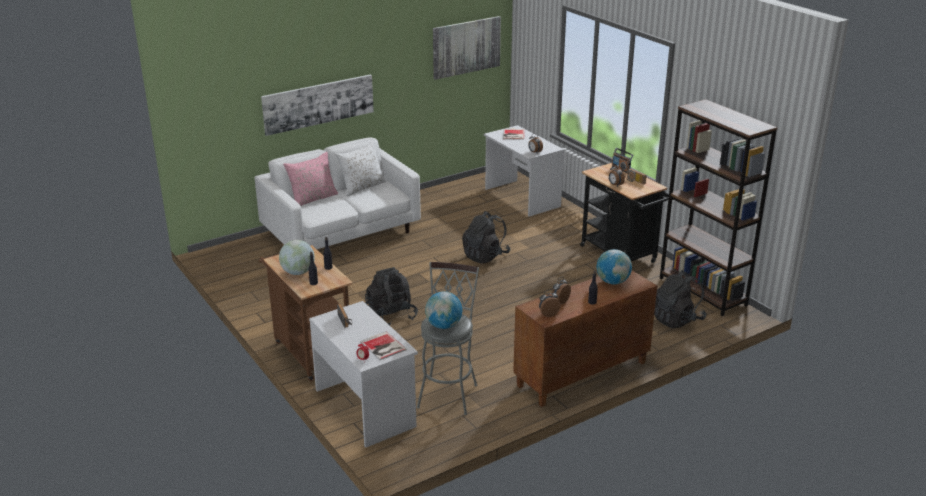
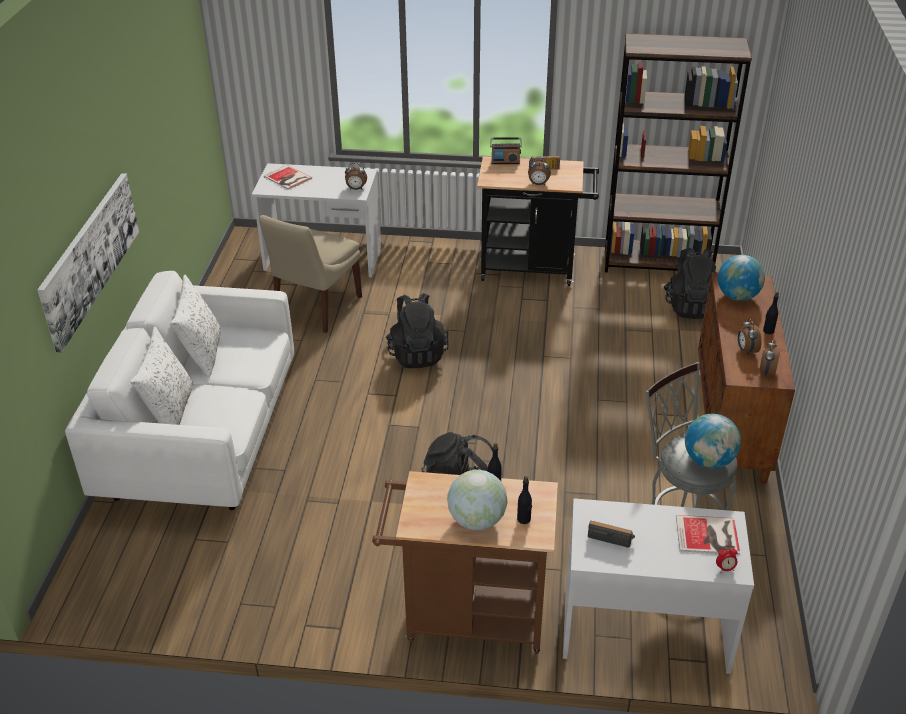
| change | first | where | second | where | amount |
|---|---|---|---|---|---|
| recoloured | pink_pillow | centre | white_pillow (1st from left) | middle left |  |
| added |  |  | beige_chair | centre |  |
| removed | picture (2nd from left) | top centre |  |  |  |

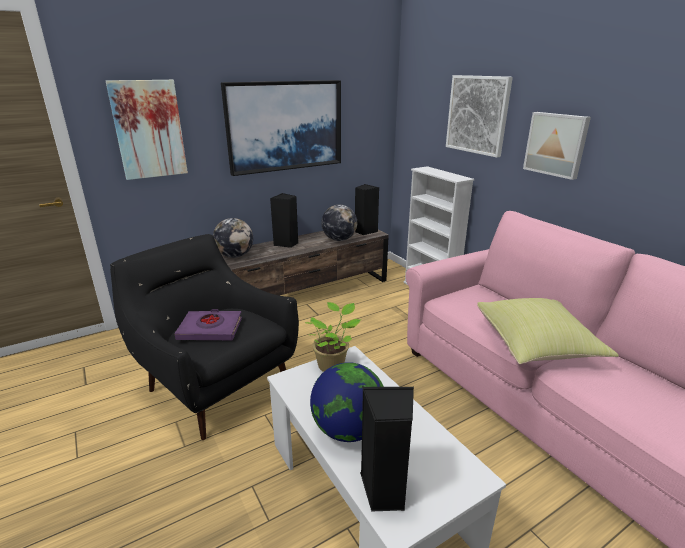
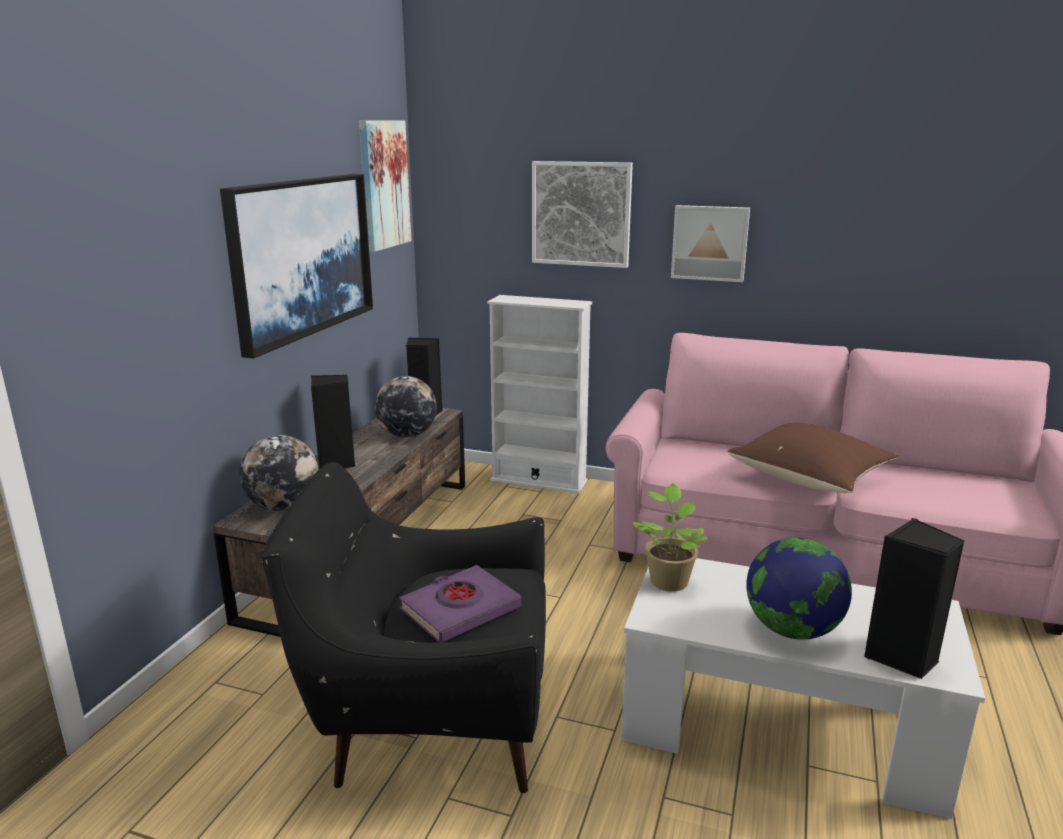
| change | first | where | second | where | amount |
|---|---|---|---|---|---|
| moved | picture (1st from left in the first image) | top left | picture (2nd from left) | top centre |  |
| recoloured | yellow_pillow | middle right | brown_pillow | middle right |  |

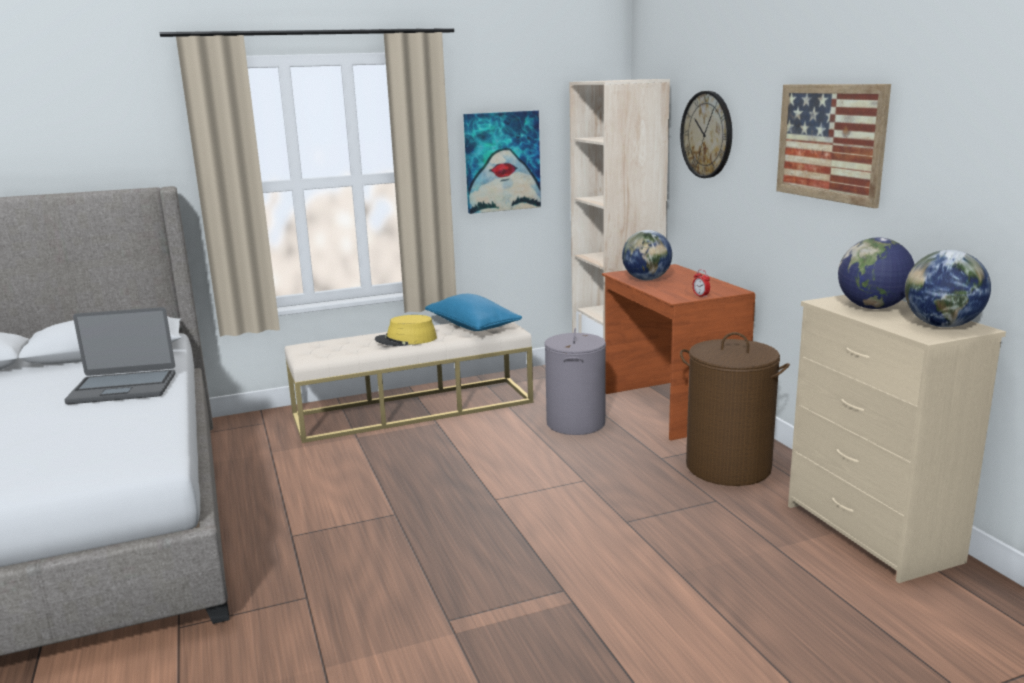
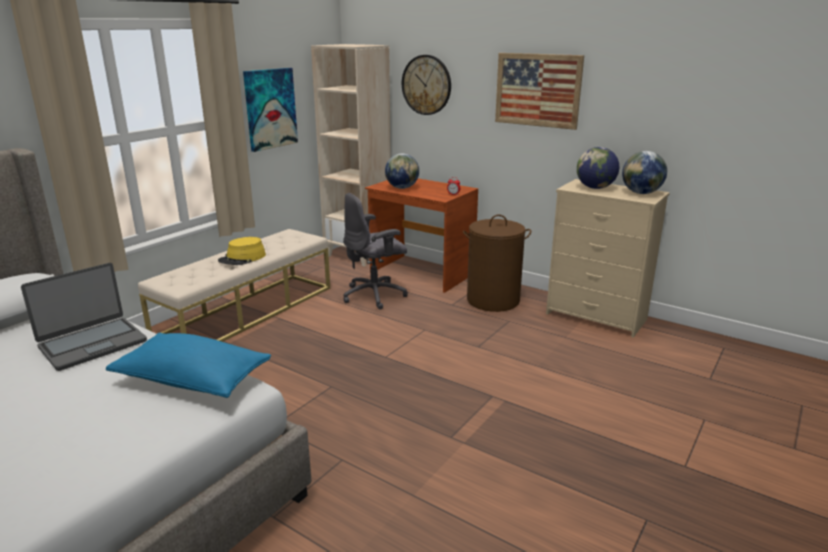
| change | first | where | second | where | amount |
|---|---|---|---|---|---|
| moved | blue_pillow | centre |  | middle left |  |
| replaced | grey_laundry_basket | centre | grey_office_chair | centre |  |

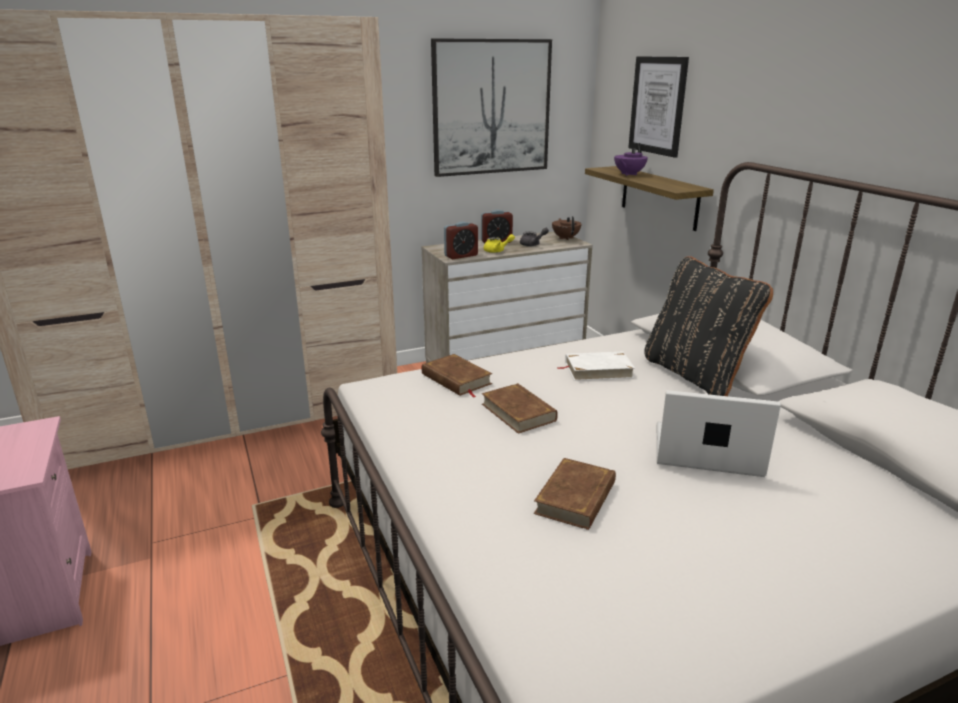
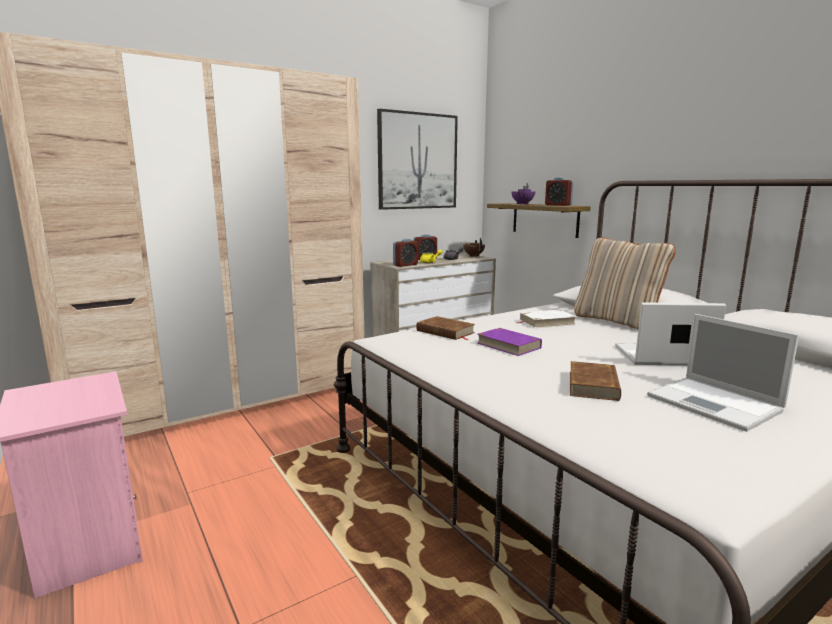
| change | first | where | second | where | amount |
|---|---|---|---|---|---|
| recoloured | brown_book (2nd from left) | centre | purple_book | centre |  |
| added |  |  | alarm_clock (3rd from left) | top right |  |
| recoloured | black_pillow | middle right | beige_pillow | middle right |  |
| added |  |  | laptop (2nd from left) | middle right |  |
| removed | picture (2nd from left) | top right |  |  |  |

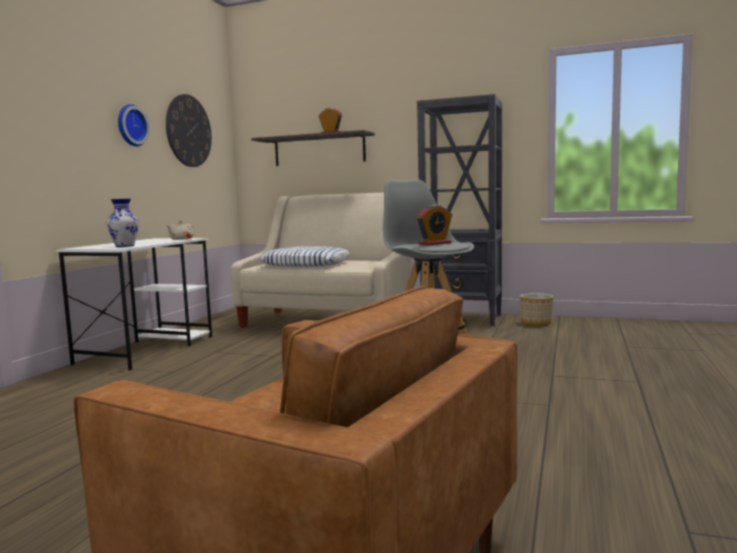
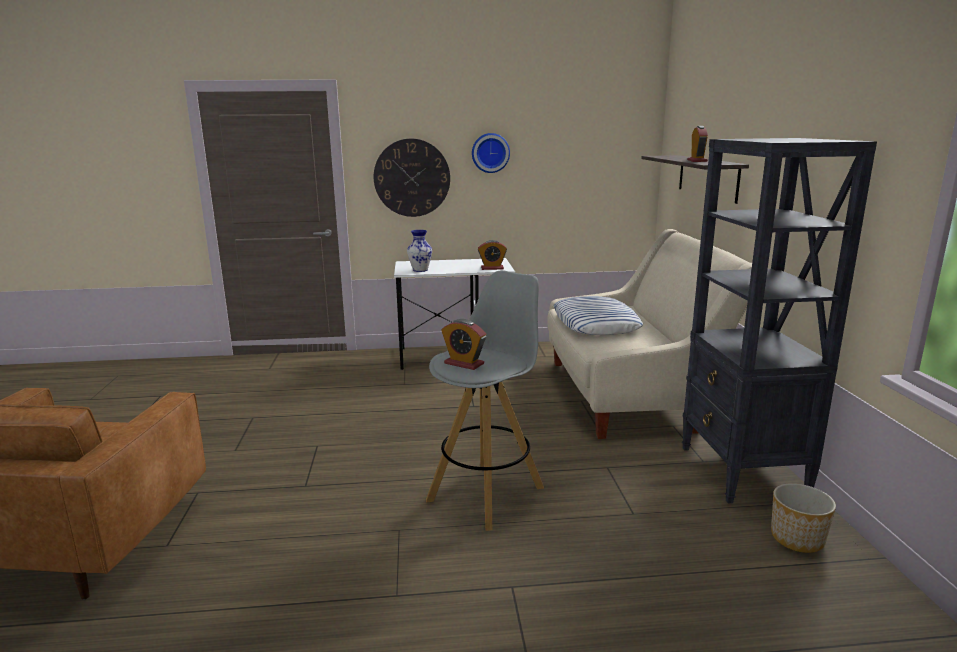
| change | first | where | second | where | amount |
|---|---|---|---|---|---|
| moved | wall_clock (2nd from left in the first image) | top left | wall_clock (1st from left) | top centre |  |
| replaced | beige_teapot | middle left | alarm_clock (2nd from left) | centre |  |

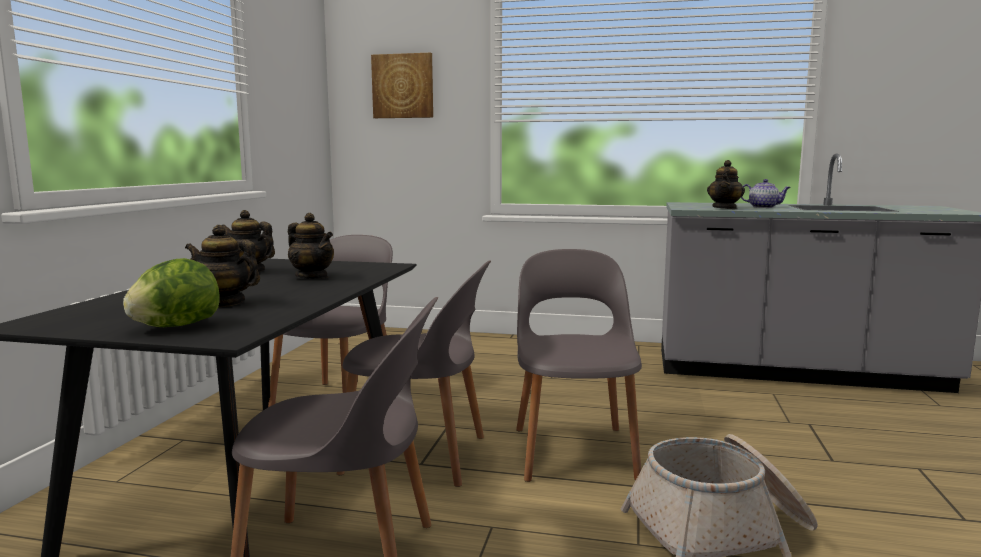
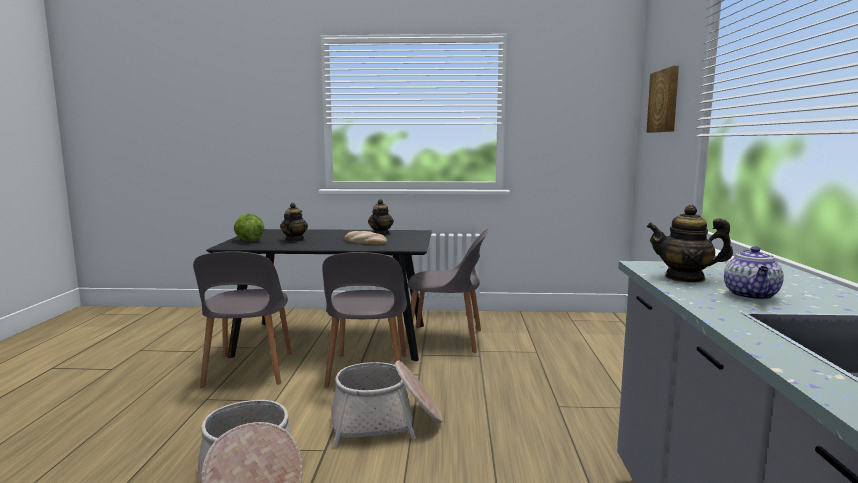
| change | first | where | second | where | amount |
|---|---|---|---|---|---|
| replaced | grey_chair (4th from left) | centre | basket (2nd from left) | bottom centre |  |
| replaced | teapot (3rd from left) | middle left | bread | centre |  |

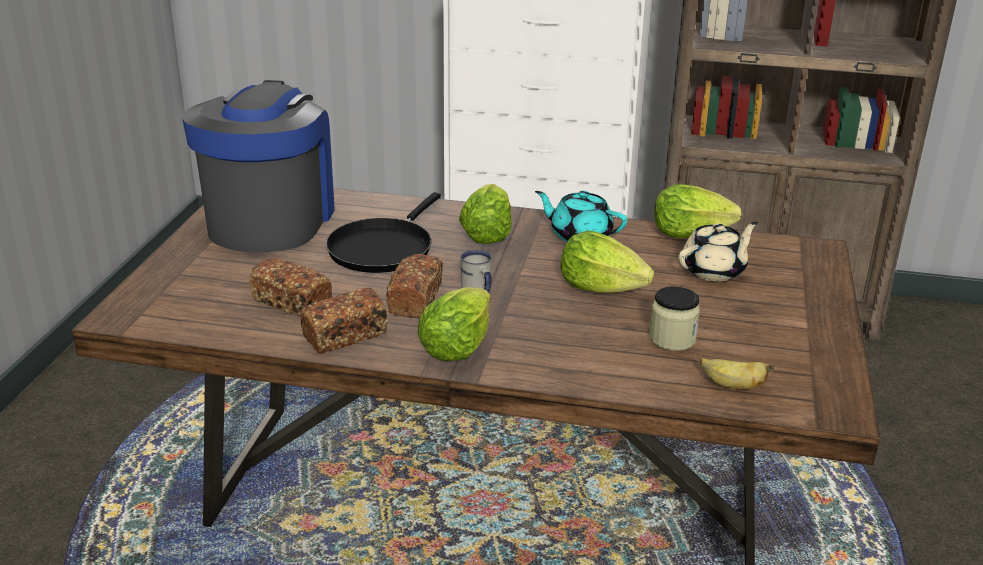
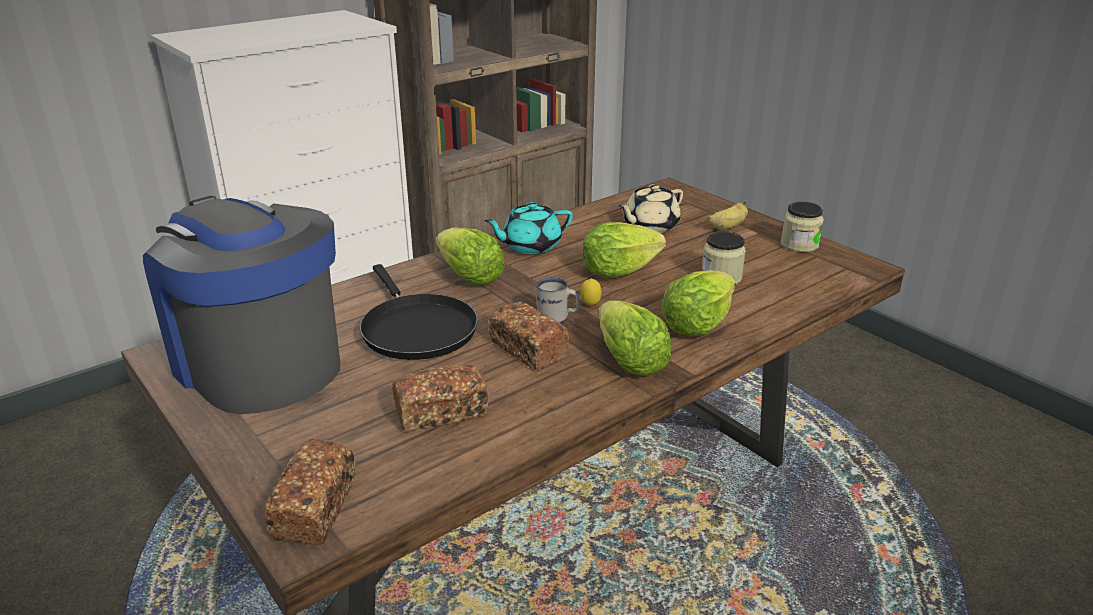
| change | first | where | second | where | amount |
|---|---|---|---|---|---|
| moved | bread (2nd from left in the first image) | centre | bread (1st from left) | bottom left |  |
| added |  |  | lemon | centre |  |
| turned | beige_teapot | middle right |  | centre | 135 degrees counterclockwise |
| moved | lettuce (4th from left) | middle right |  | centre |  |
| moved | banana | middle right |  | centre |  |
| added |  |  | jar (2nd from left) | middle right |  |

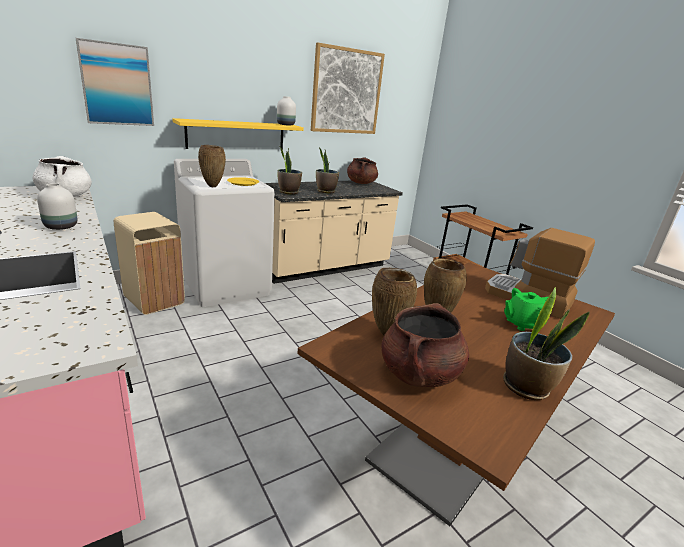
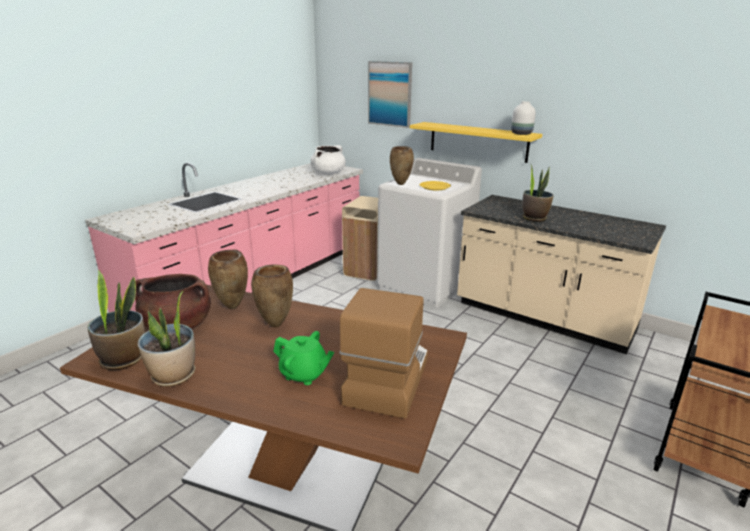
| change | first | where | second | where | amount |
|---|---|---|---|---|---|
| moved | potted_plant (1st from left) | top centre |  | middle left |  |
| turned | green_teapot | middle right |  | bottom centre | 150 degrees clockwise |
| removed | white_vase (1st from left) | middle left |  |  |  |
| removed | picture (2nd from left) | top centre |  |  |  |
| removed | brown_cooking_pot (1st from left) | top centre |  |  |  |

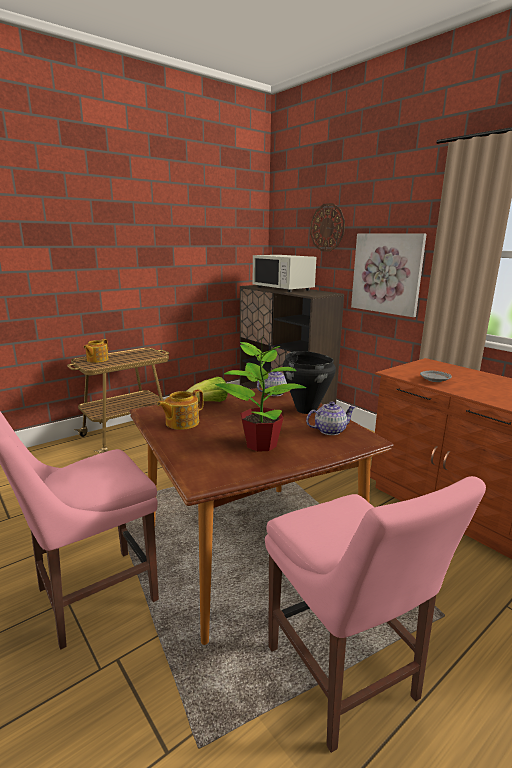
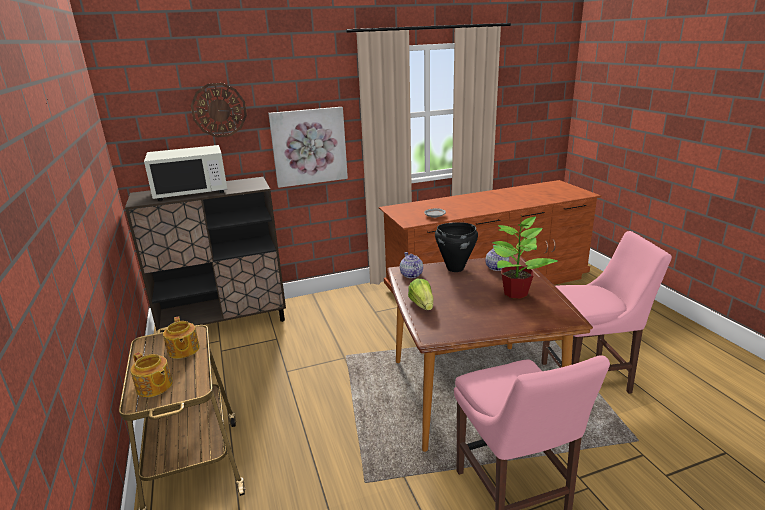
| change | first | where | second | where | amount |
|---|---|---|---|---|---|
| moved | teapot (2nd from left) | centre |  | middle left |  |

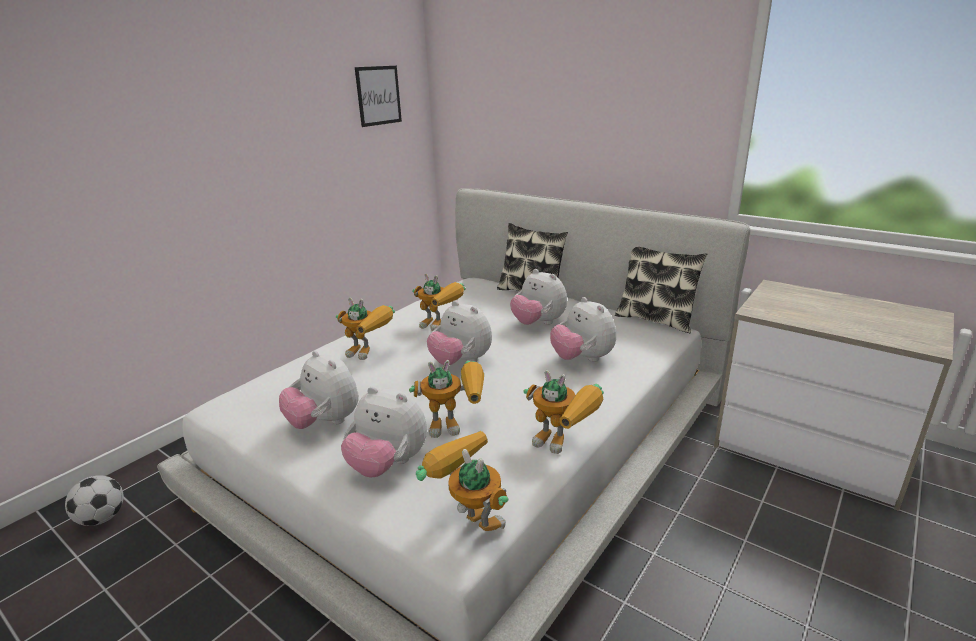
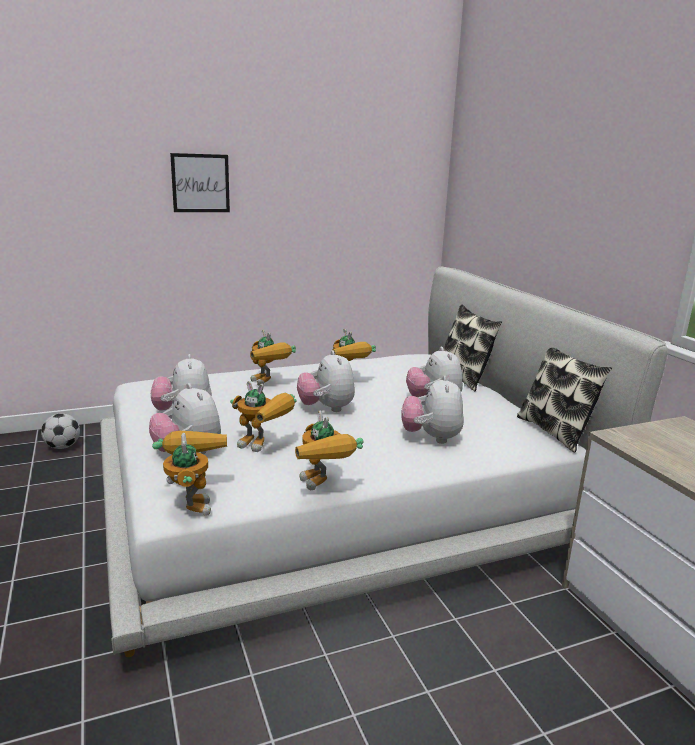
| change | first | where | second | where | amount |
|---|---|---|---|---|---|
| moved | picture | top centre |  | top left |  |

